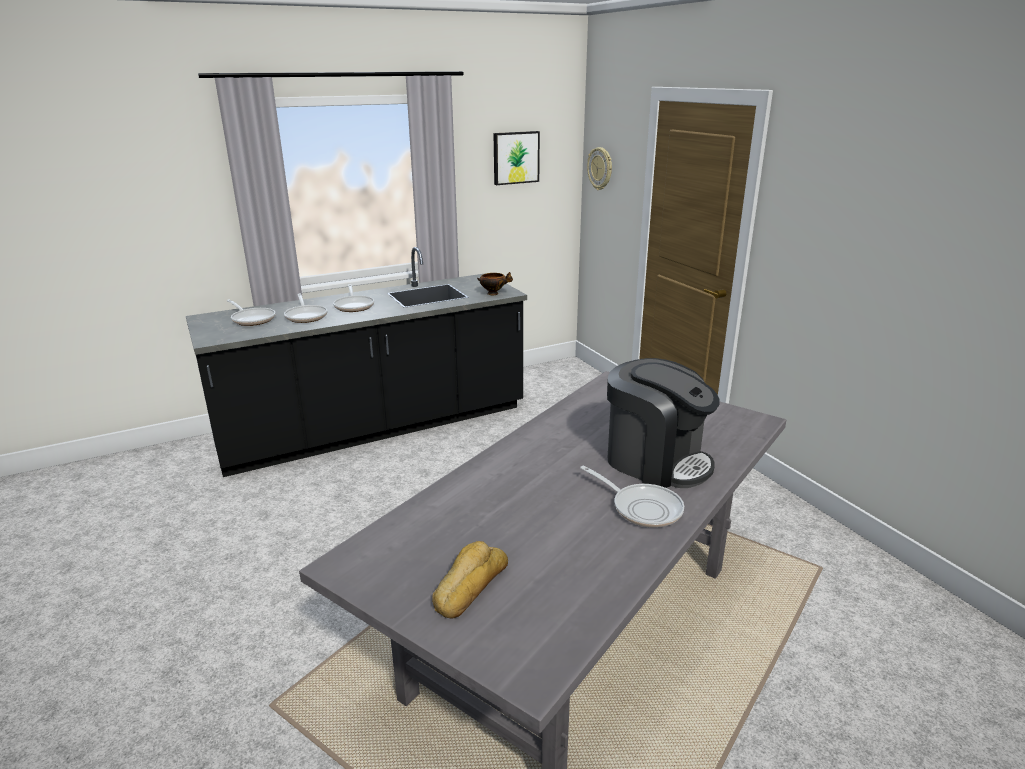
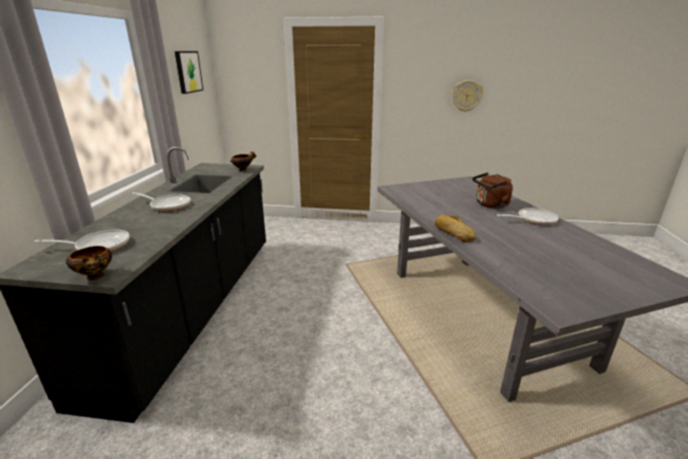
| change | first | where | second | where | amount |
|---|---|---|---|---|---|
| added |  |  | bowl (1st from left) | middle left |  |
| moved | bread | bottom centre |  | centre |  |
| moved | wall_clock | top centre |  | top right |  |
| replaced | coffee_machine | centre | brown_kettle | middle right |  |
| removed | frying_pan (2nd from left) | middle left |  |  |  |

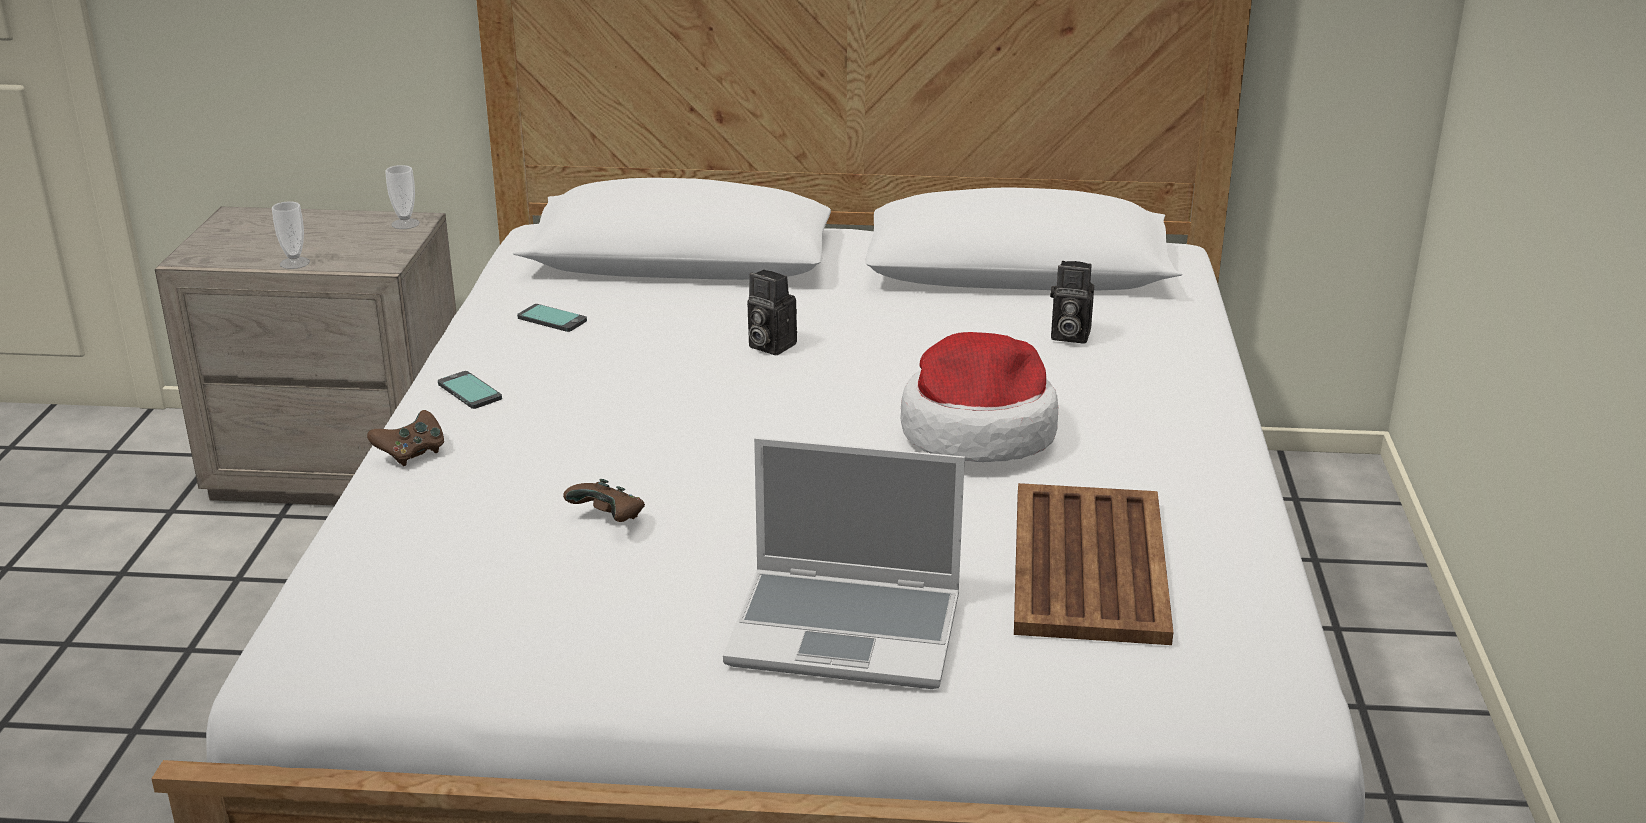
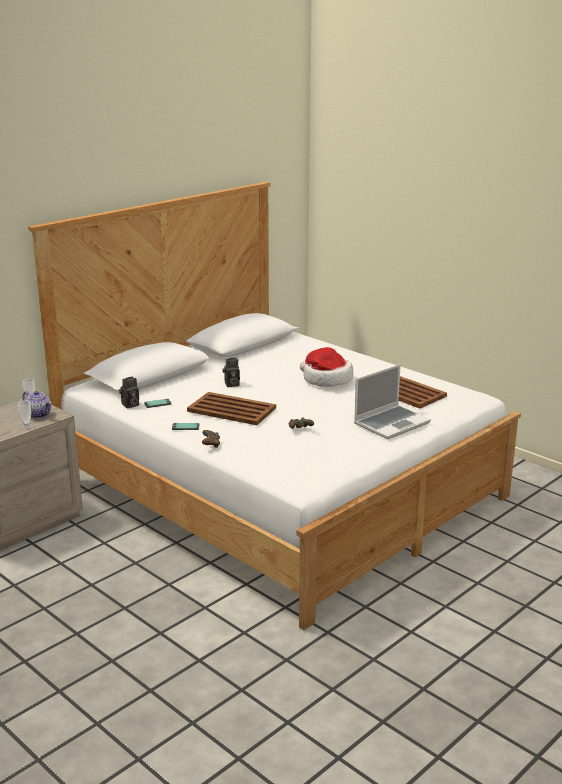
| change | first | where | second | where | amount |
|---|---|---|---|---|---|
| added |  |  | teapot | middle left |  |
| moved | photo_camera (2nd from left in the first image) | centre | photo_camera (1st from left) | middle left |  |
| added |  |  | brown_tray (1st from left) | centre |  |

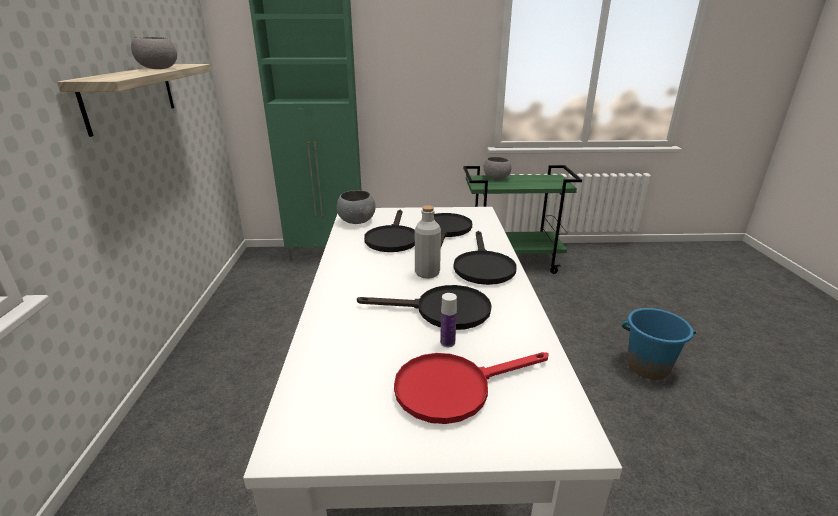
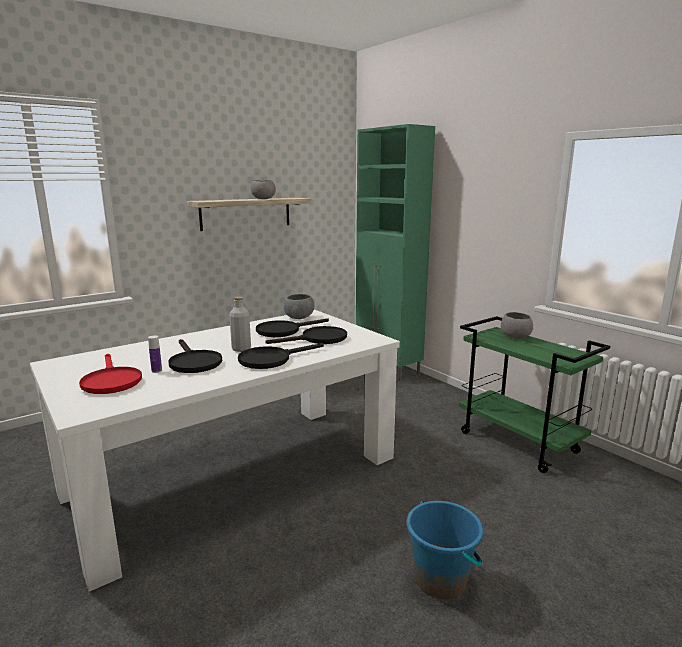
| change | first | where | second | where | amount |
|---|---|---|---|---|---|
| turned | red_frying_pan | bottom centre |  | middle left | 150 degrees counterclockwise |

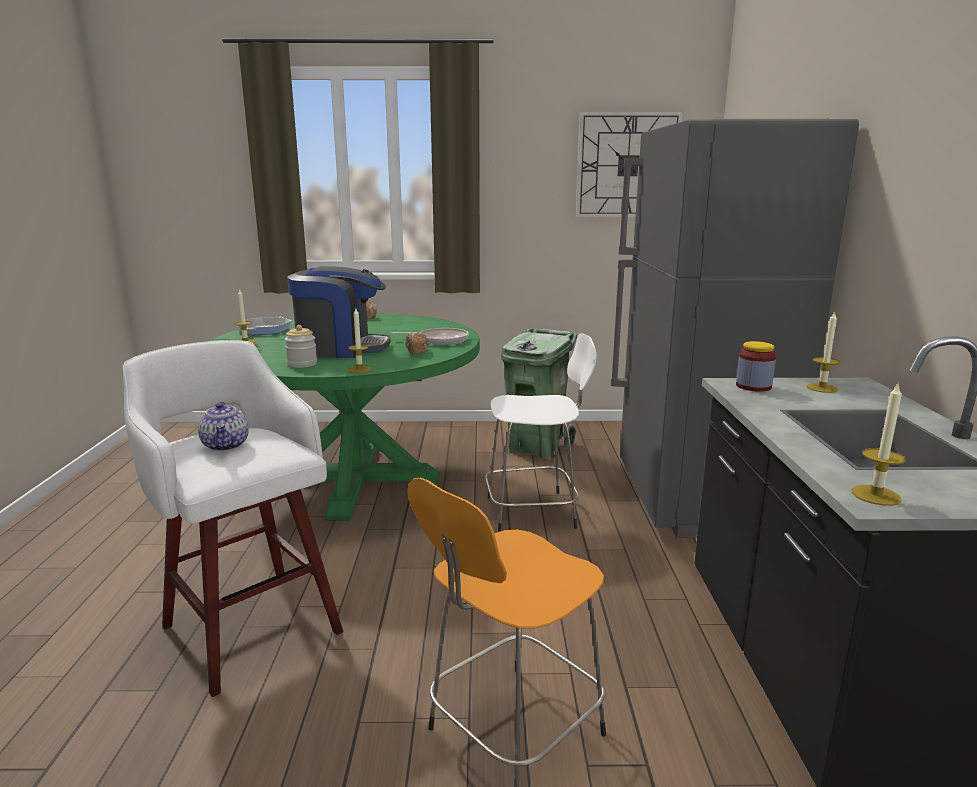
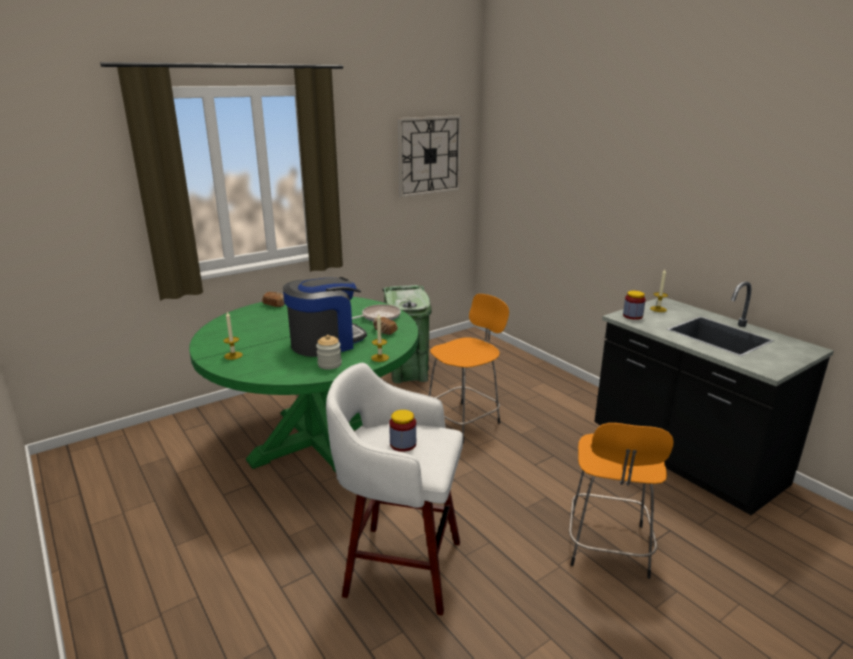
| change | first | where | second | where | amount |
|---|---|---|---|---|---|
| replaced | teapot | middle left | jar (2nd from left) | centre |  |
| recoloured | white_stool (2nd from left) | centre | orange_stool (1st from left) | centre |  |
| removed | frying_pan (1st from left) | middle left |  |  |  |
| removed | grey_fridge | middle right |  |  |  |
| removed | candle (4th from left) | middle right |  |  |  |

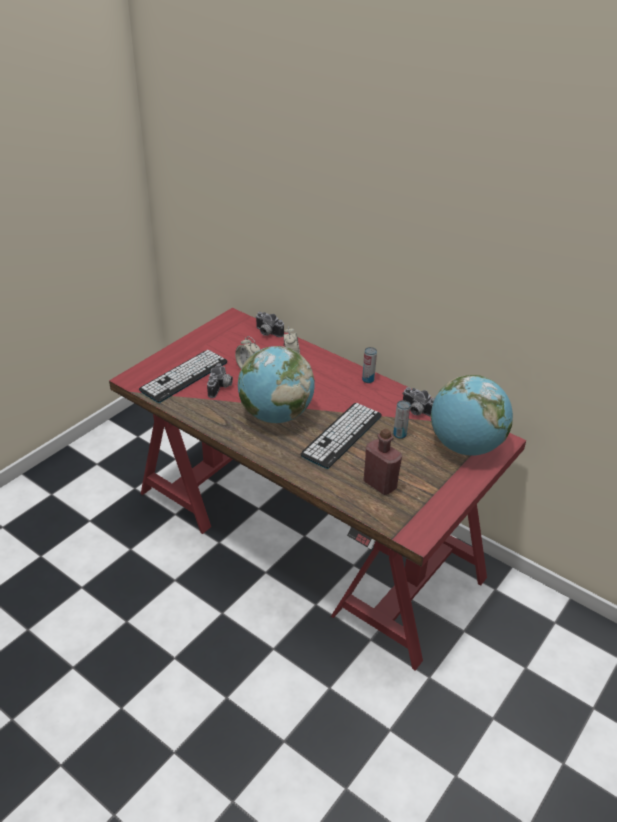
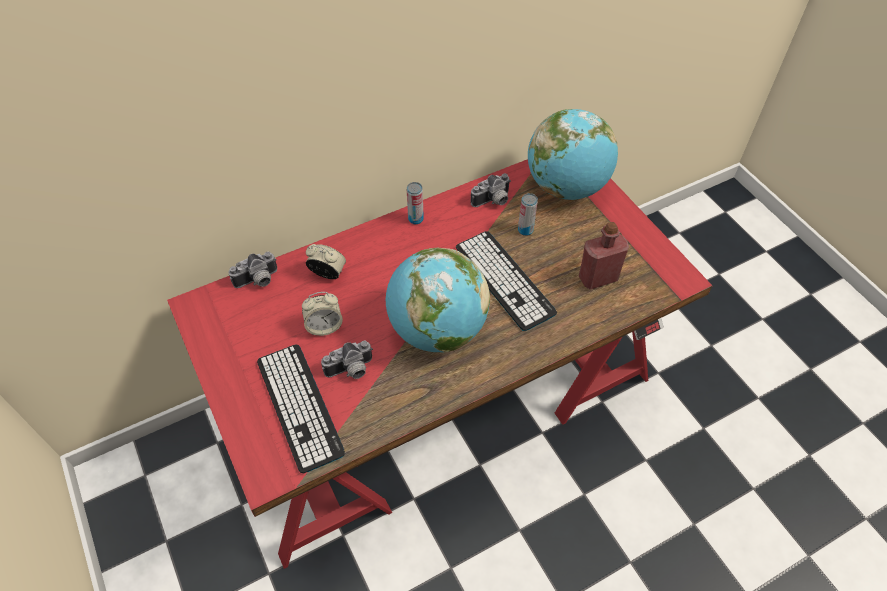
| change | first | where | second | where | amount |
|---|---|---|---|---|---|
| turned | photo_camera (1st from left in the first image) | centre | photo_camera (2nd from left) | centre | 120 degrees clockwise |

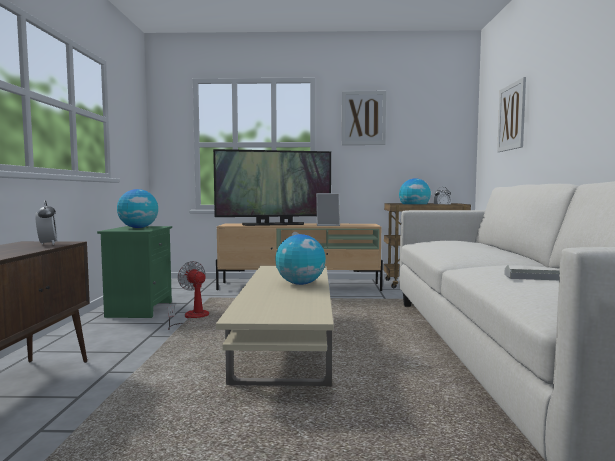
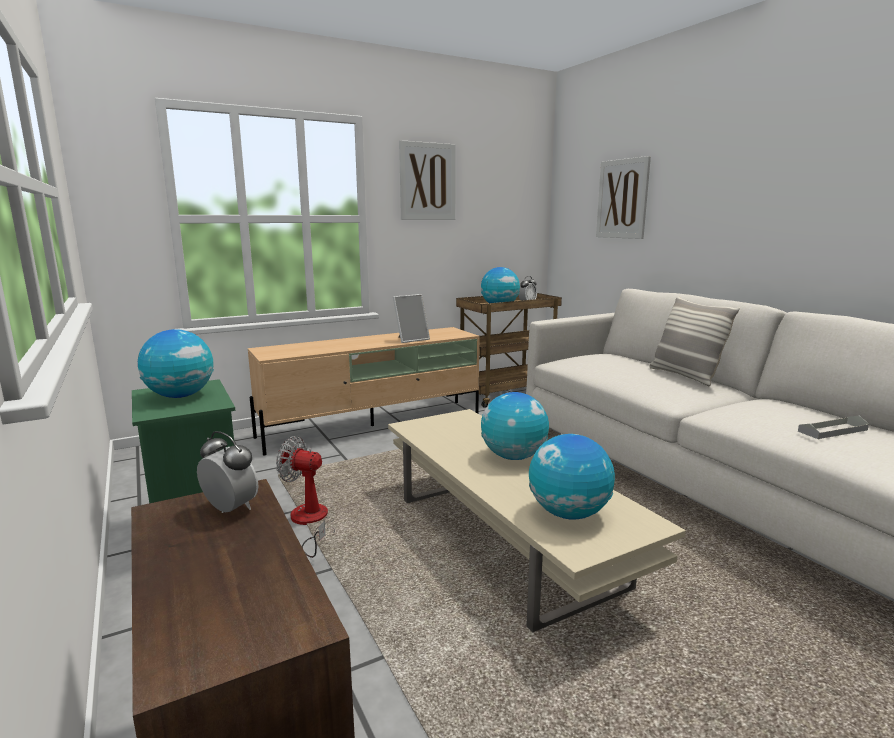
| change | first | where | second | where | amount |
|---|---|---|---|---|---|
| added |  |  | globe (4th from left) | centre |  |
| added |  |  | pillow | middle right |  |
| removed | television | centre |  |  |  |

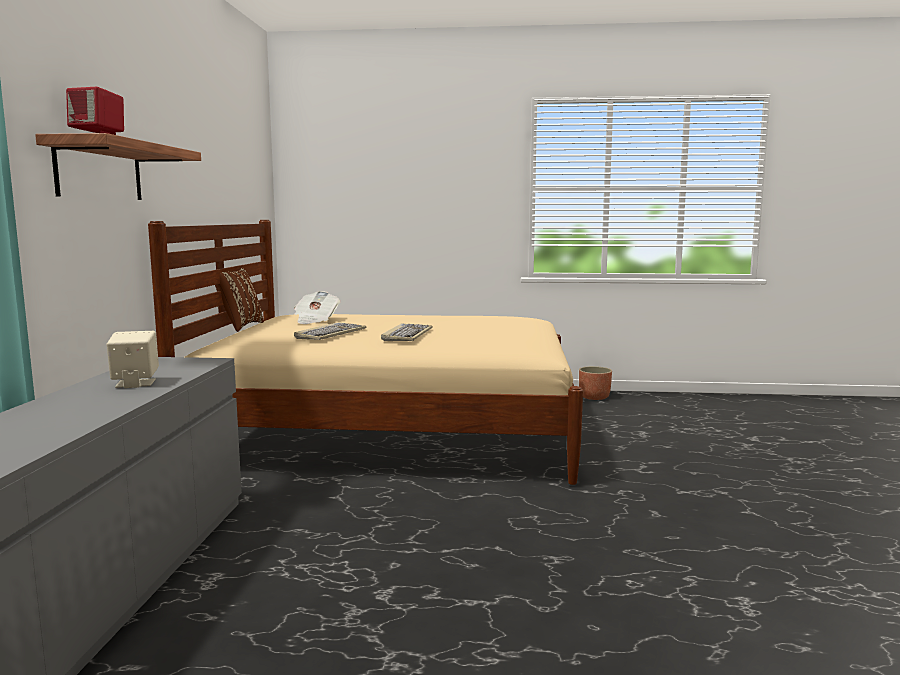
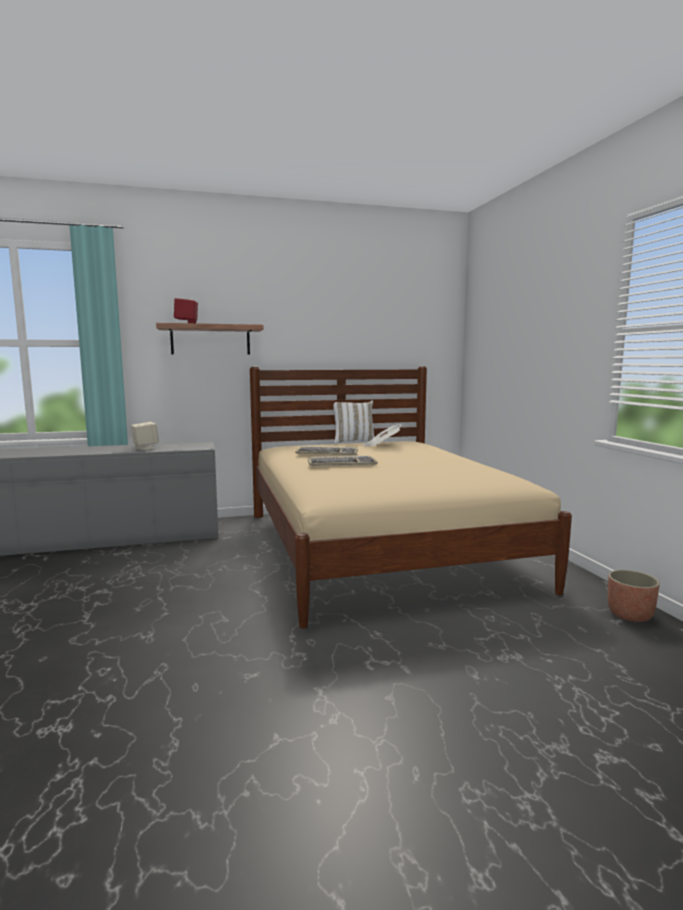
| change | first | where | second | where | amount |
|---|---|---|---|---|---|
| recoloured | brown_pillow | middle left | white_pillow | centre |  |

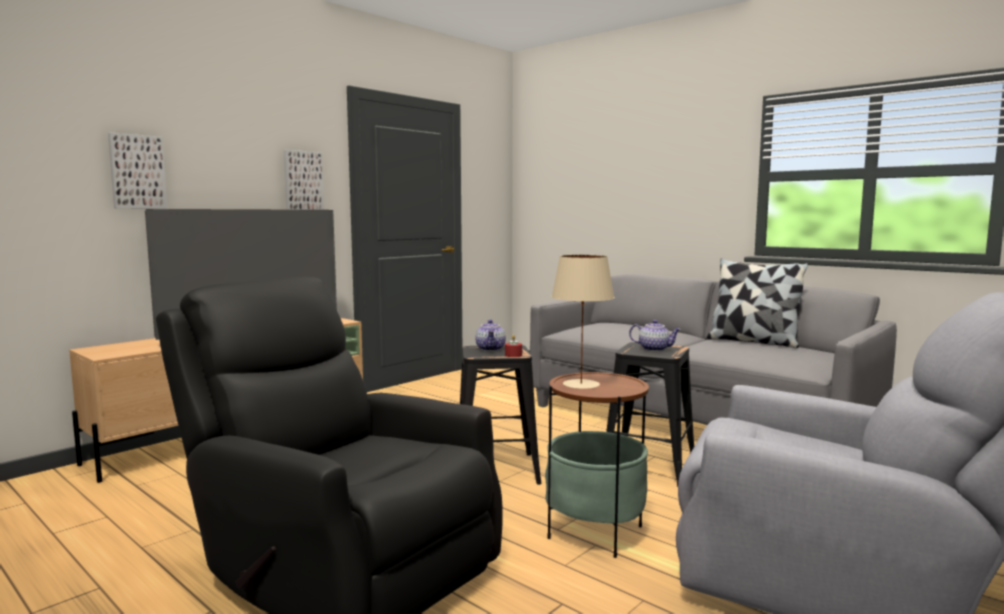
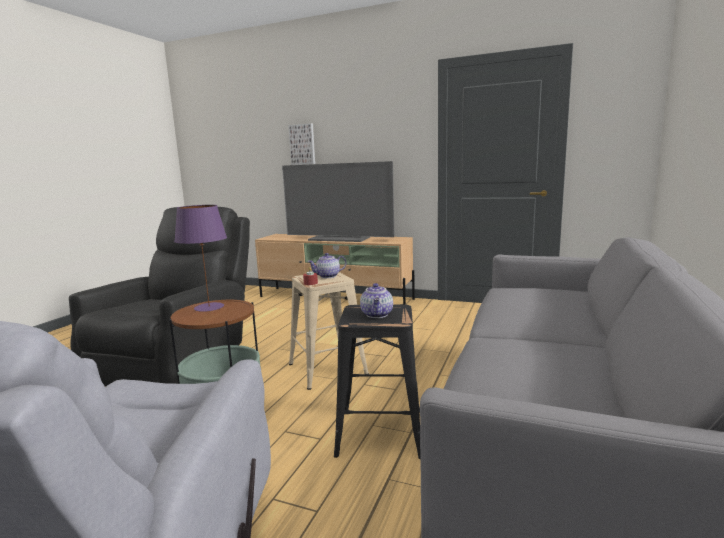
| change | first | where | second | where | amount |
|---|---|---|---|---|---|
| recoloured | beige_table_lamp | centre | purple_table_lamp | middle left |  |
| recoloured | black_stool (1st from left) | bottom centre | beige_stool | centre |  |
| removed | picture (2nd from left) | top left |  |  |  |
| removed | pillow | middle right |  |  |  |

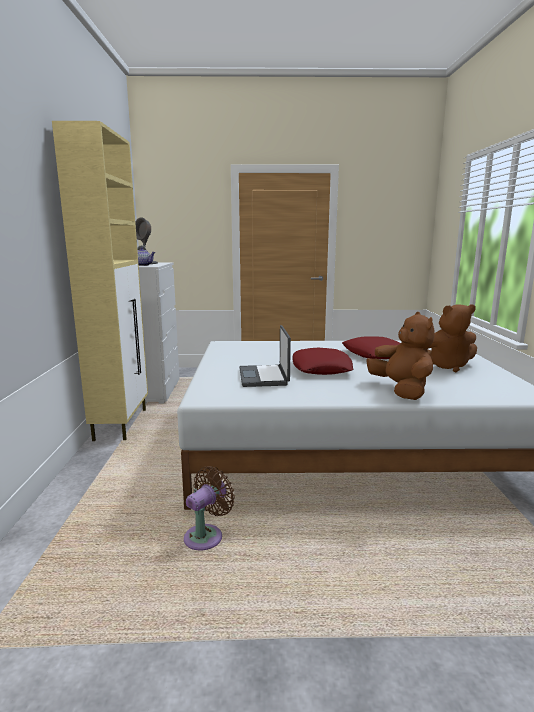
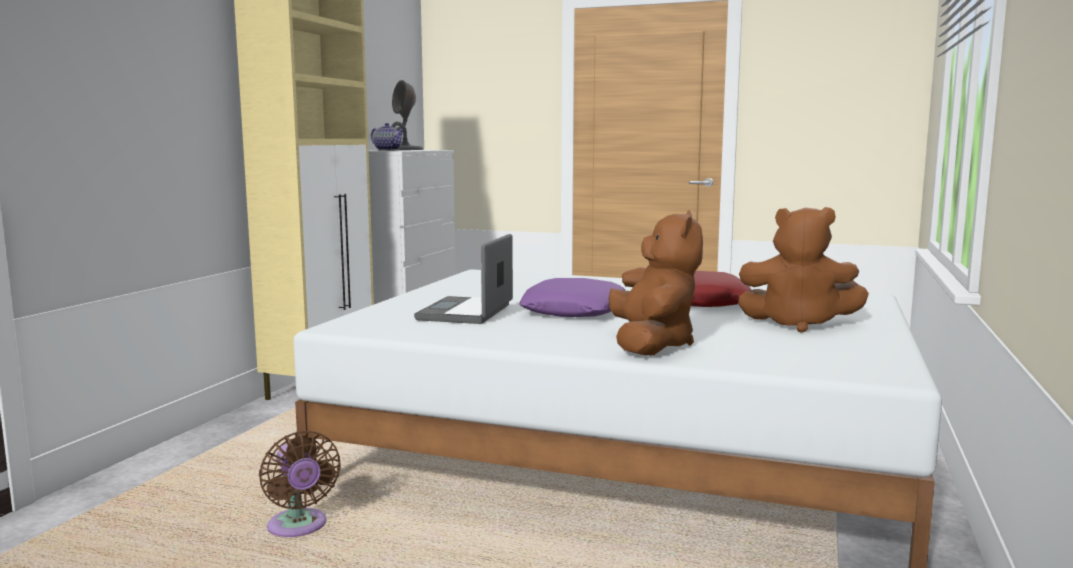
| change | first | where | second | where | amount |
|---|---|---|---|---|---|
| turned | brown_fan | bottom centre |  | bottom left | 90 degrees clockwise |
| recoloured | red_pillow (1st from left) | centre | purple_pillow | centre |  |

